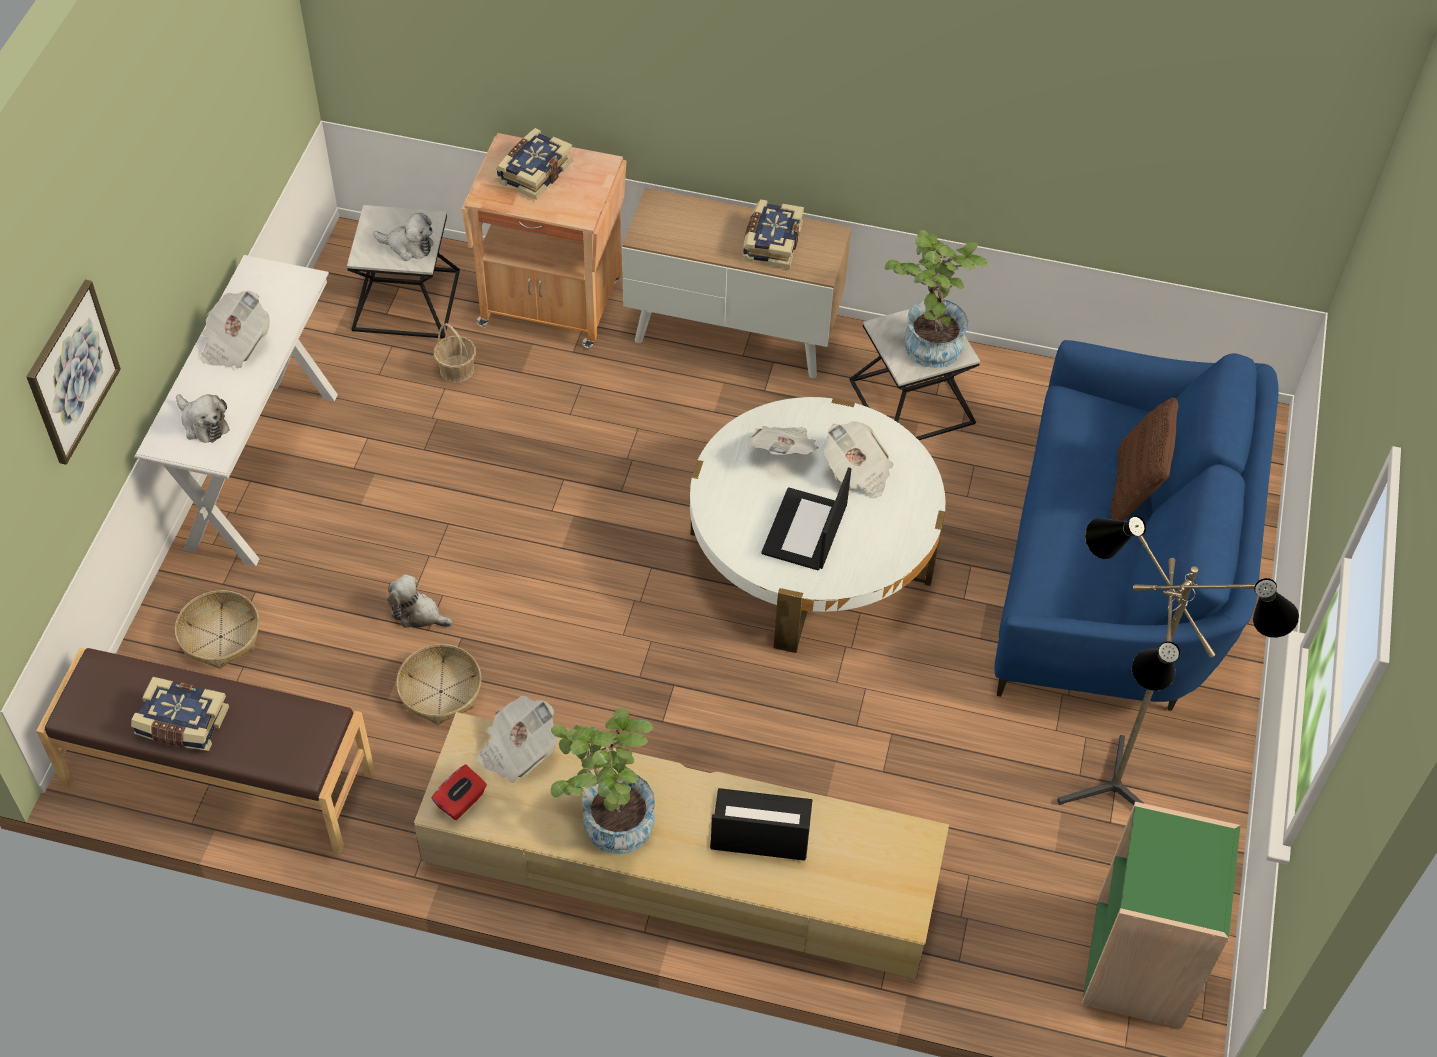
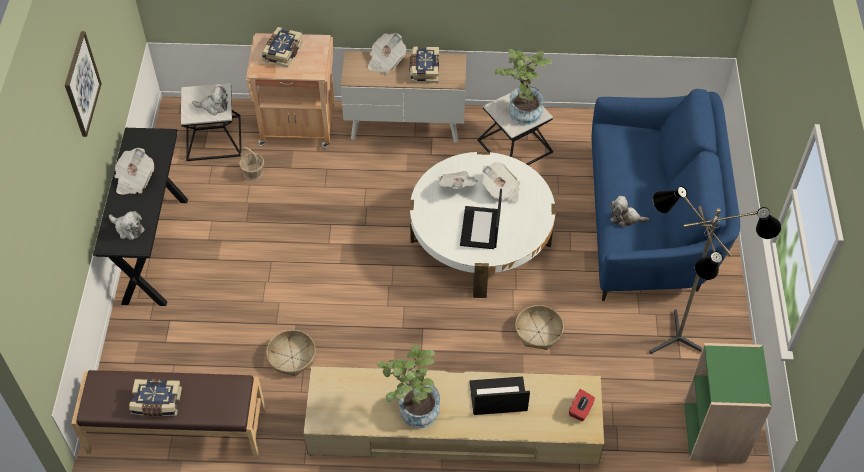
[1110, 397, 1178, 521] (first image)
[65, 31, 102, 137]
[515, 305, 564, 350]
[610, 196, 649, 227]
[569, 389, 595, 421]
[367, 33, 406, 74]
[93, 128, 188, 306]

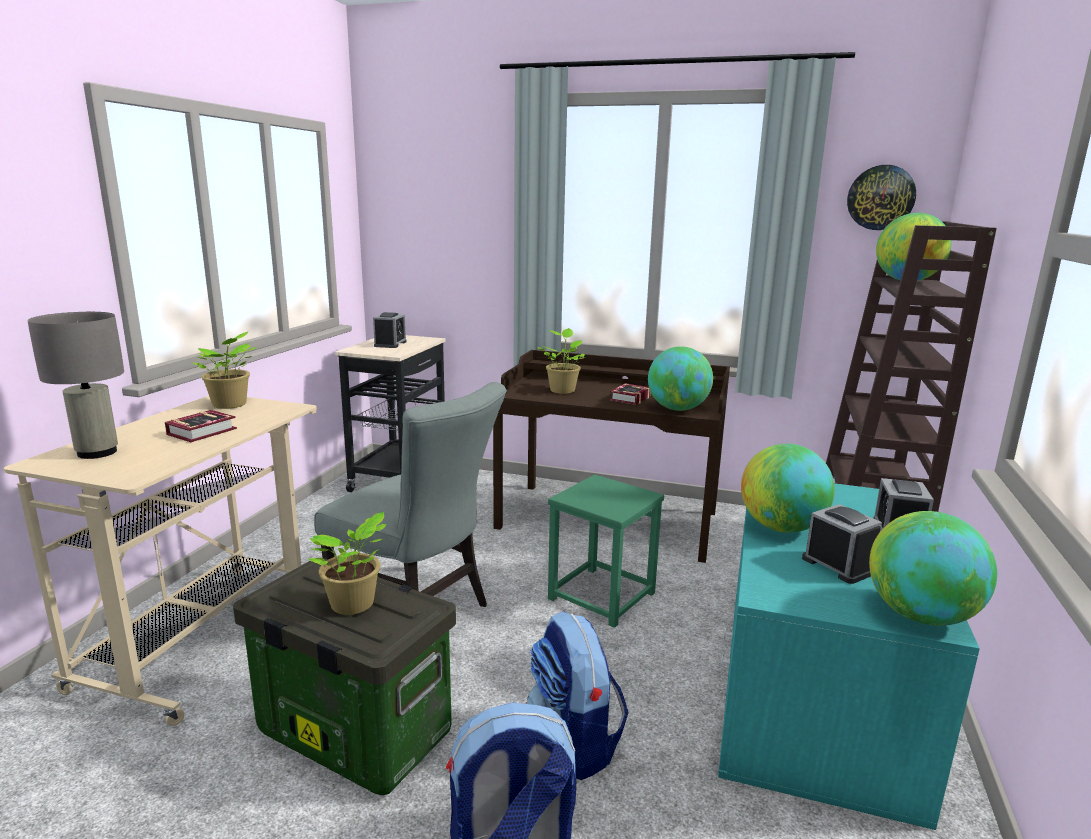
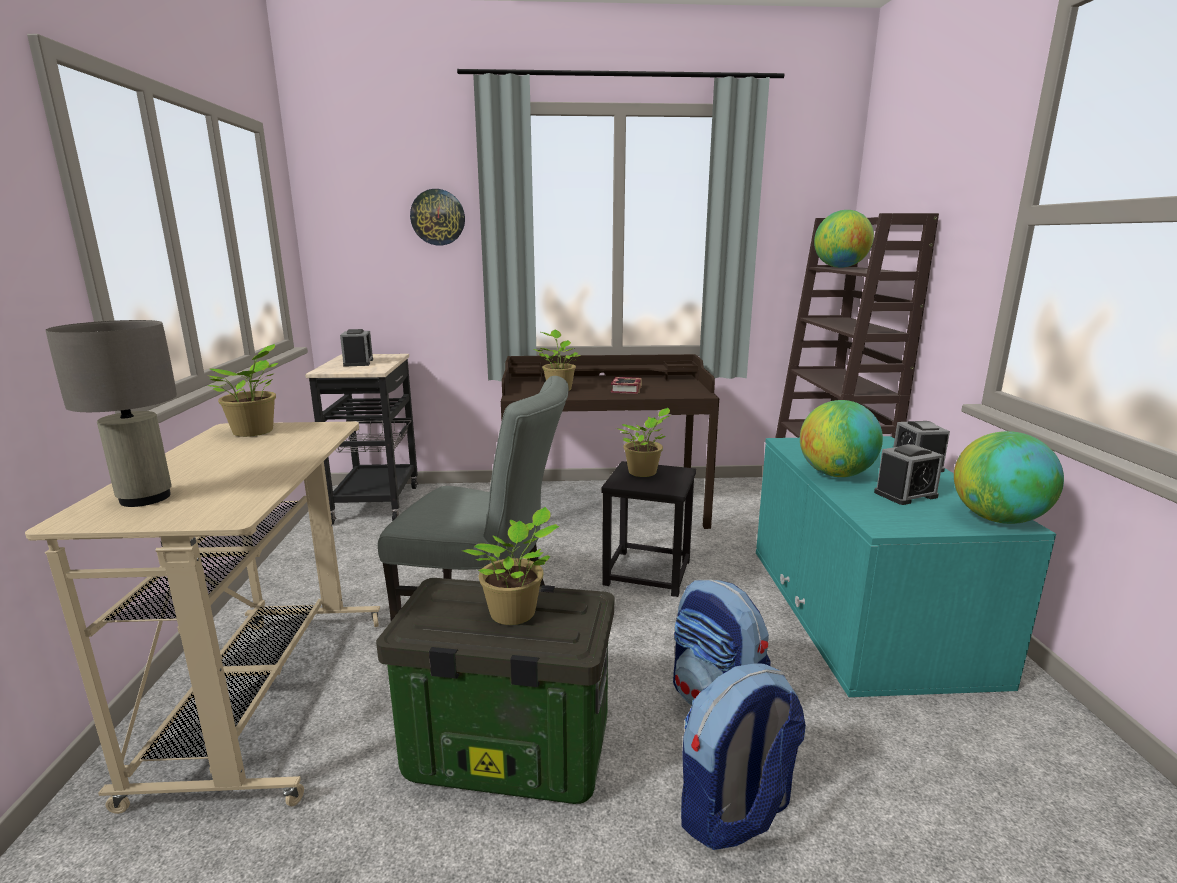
[165, 410, 237, 442] (first image)
[648, 346, 713, 411] (first image)
[616, 408, 671, 477]
[410, 189, 465, 245]
[601, 461, 696, 597]
[874, 444, 944, 505]

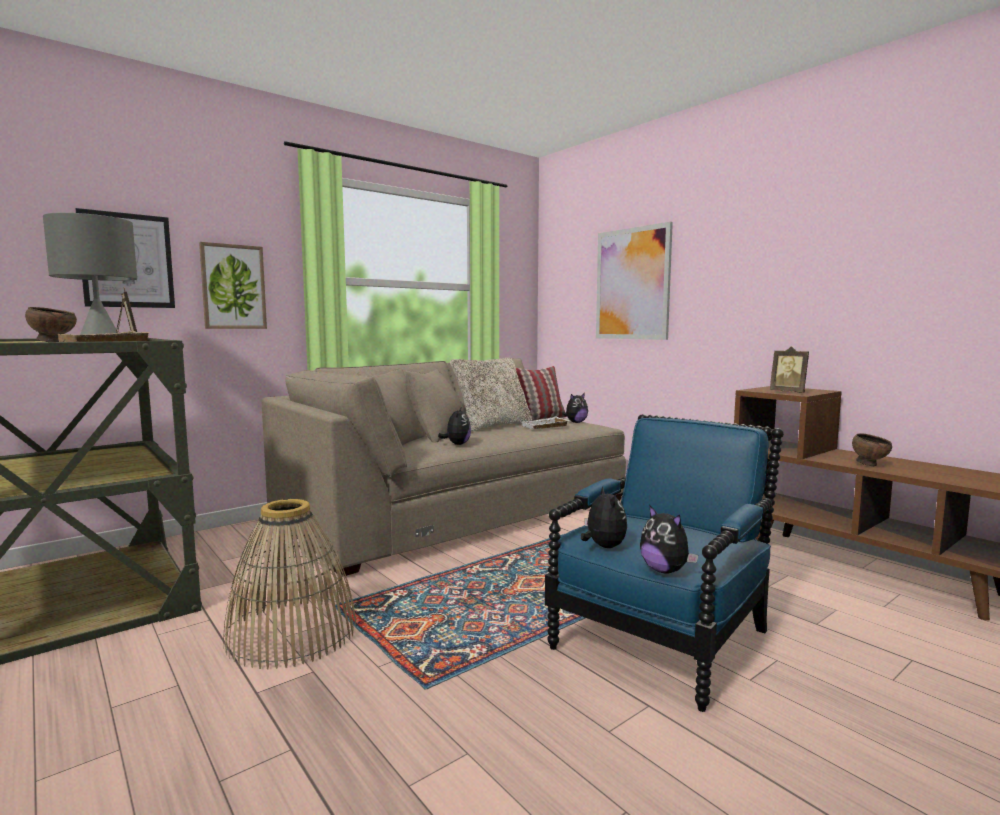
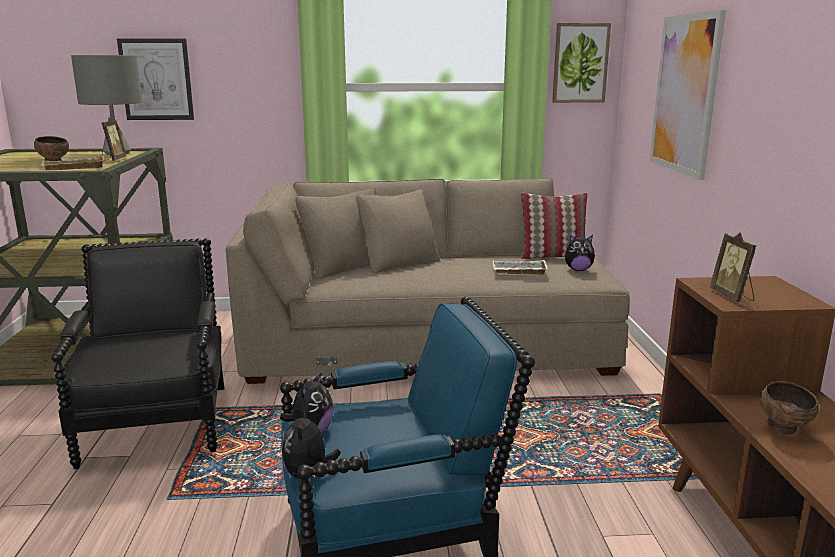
[438, 406, 471, 445] (first image)
[450, 358, 532, 431] (first image)
[552, 23, 611, 103]
[51, 238, 224, 469]

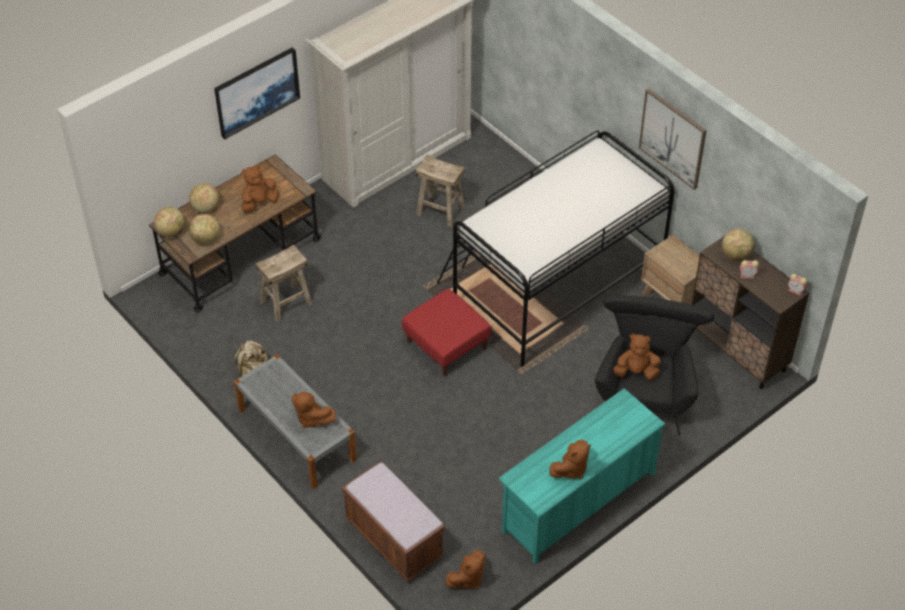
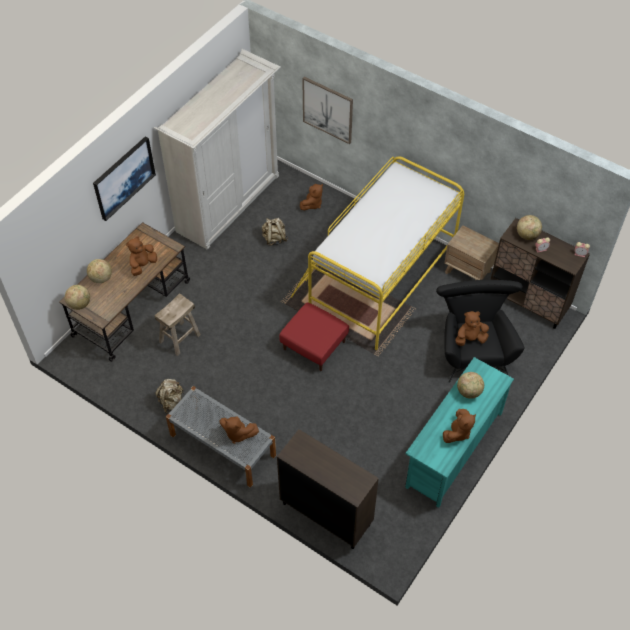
[457, 372, 484, 399]
[300, 184, 323, 210]
[302, 77, 353, 144]
[277, 429, 379, 549]
[262, 218, 288, 246]
[291, 156, 464, 350]

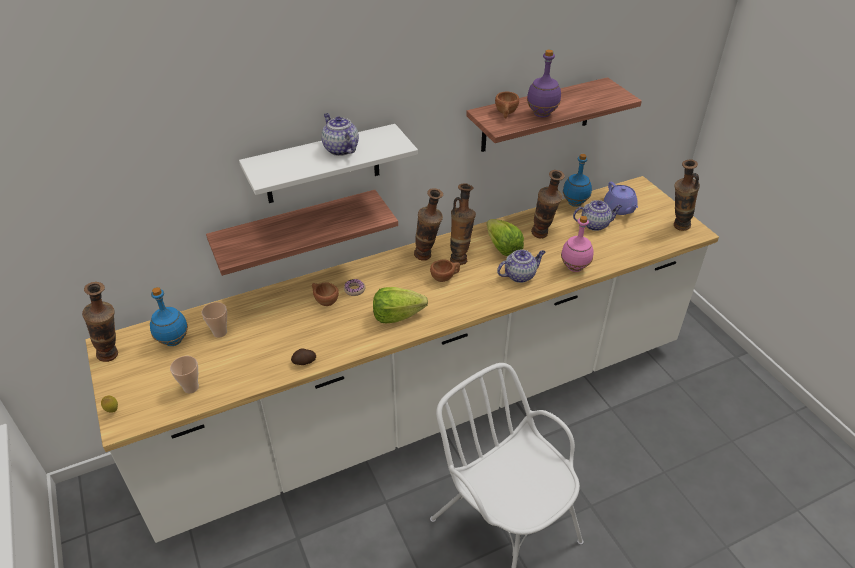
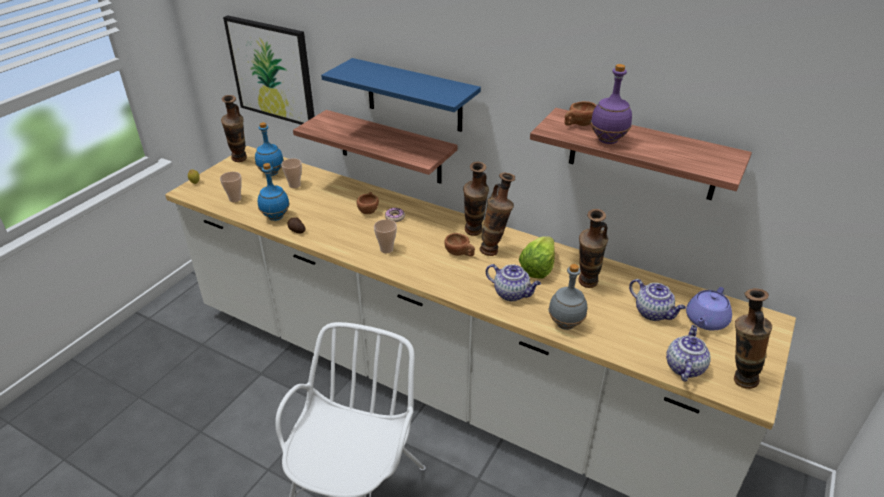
[223, 15, 315, 125]
[666, 325, 711, 381]
[258, 163, 290, 221]
[374, 219, 397, 253]
[321, 58, 481, 132]
[549, 264, 587, 330]

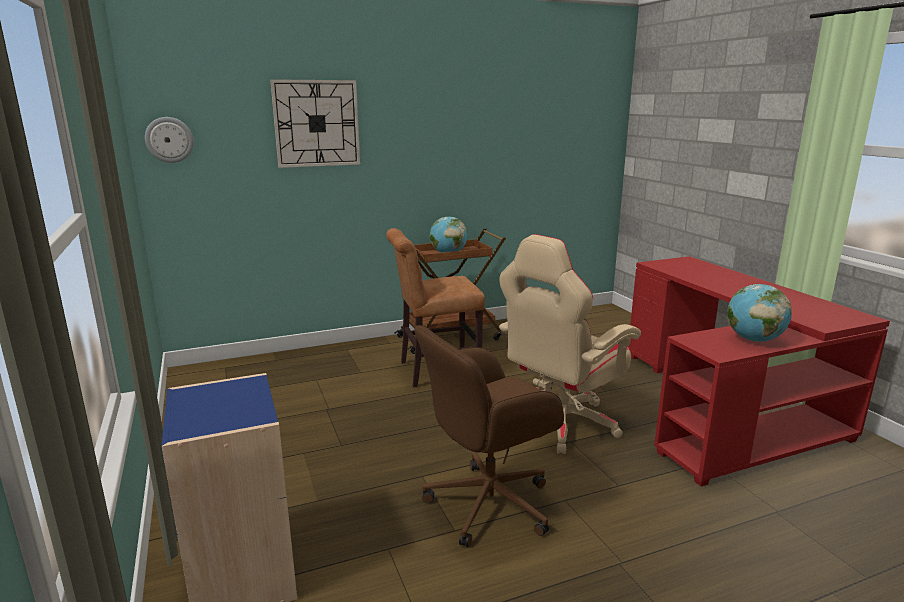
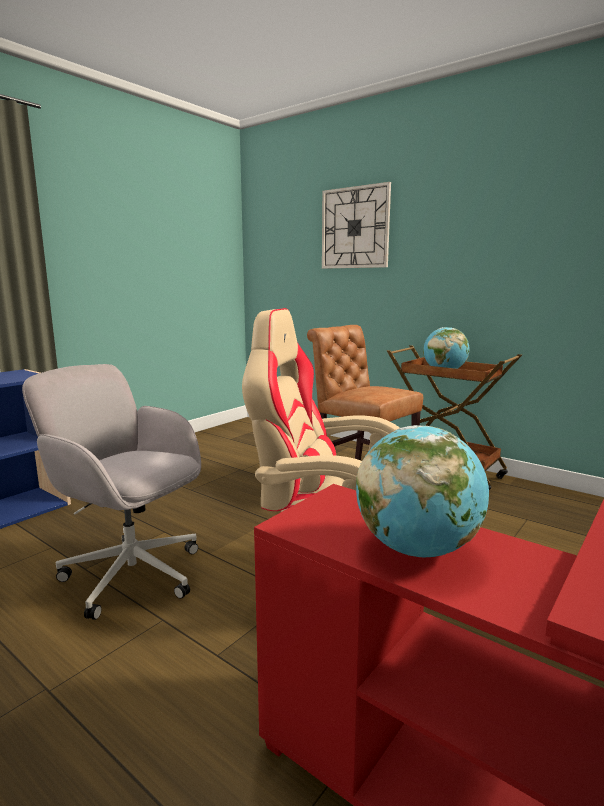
[145, 117, 194, 163] (first image)
[22, 364, 201, 620]

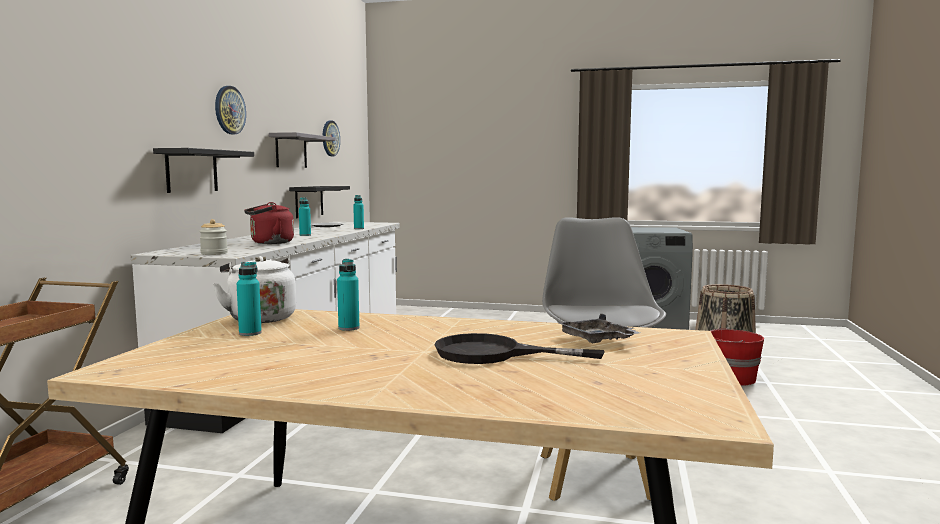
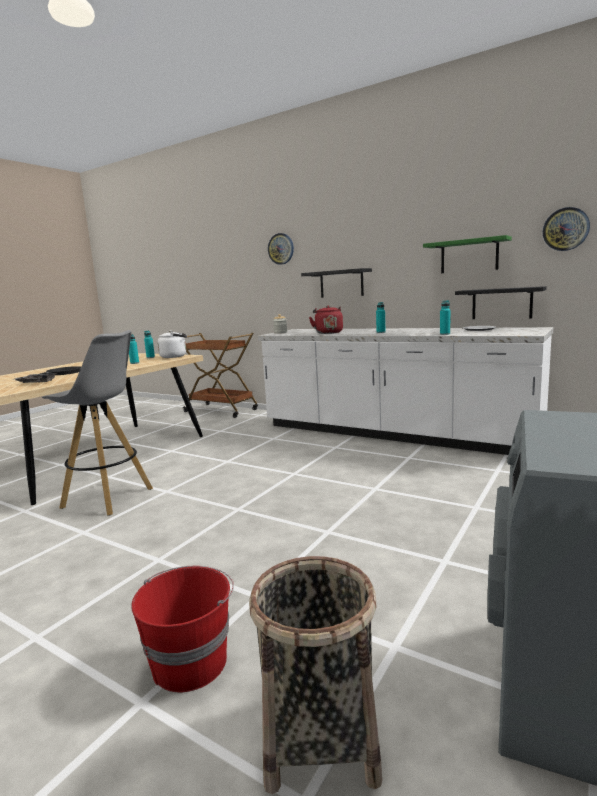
[268, 233, 294, 265]
[423, 235, 512, 273]

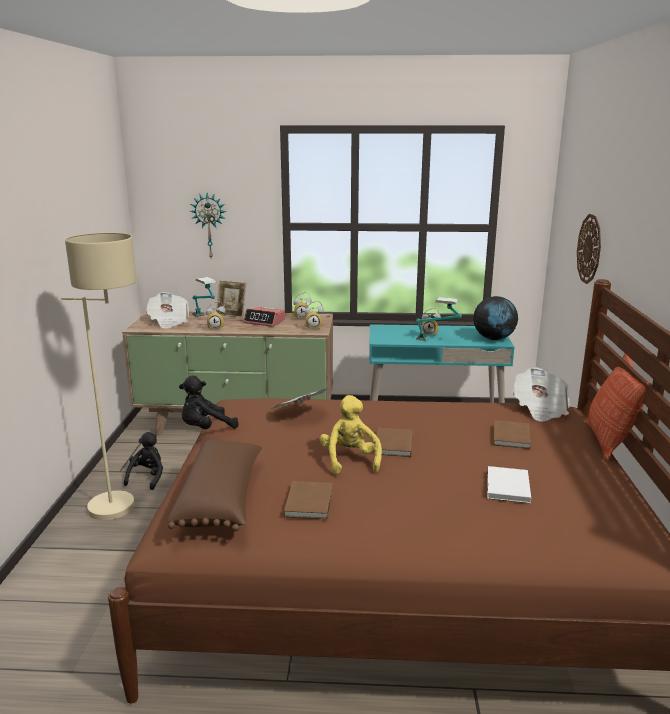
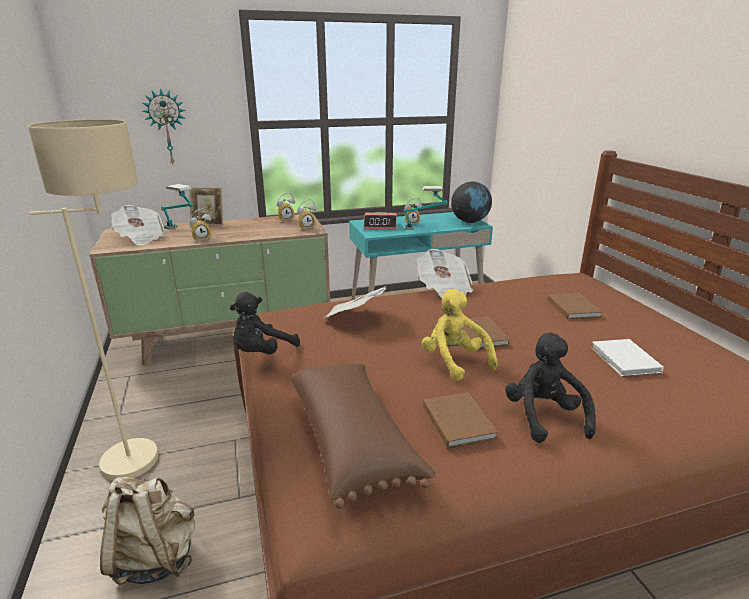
[577, 214, 601, 284] (first image)
[586, 354, 652, 461] (first image)
[100, 477, 195, 585]
[505, 333, 596, 443]
[364, 212, 397, 230]
[417, 249, 473, 298]

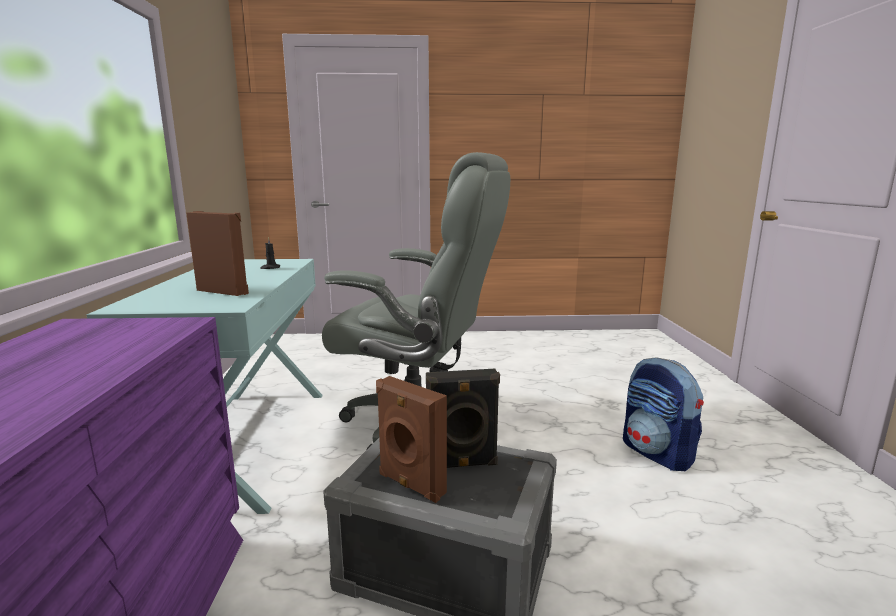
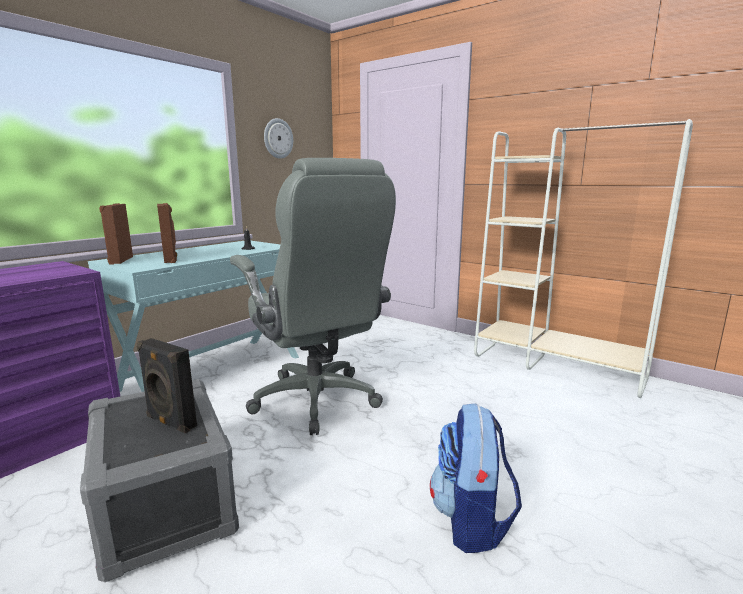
[264, 118, 293, 159]
[474, 119, 693, 398]
[99, 203, 133, 265]

